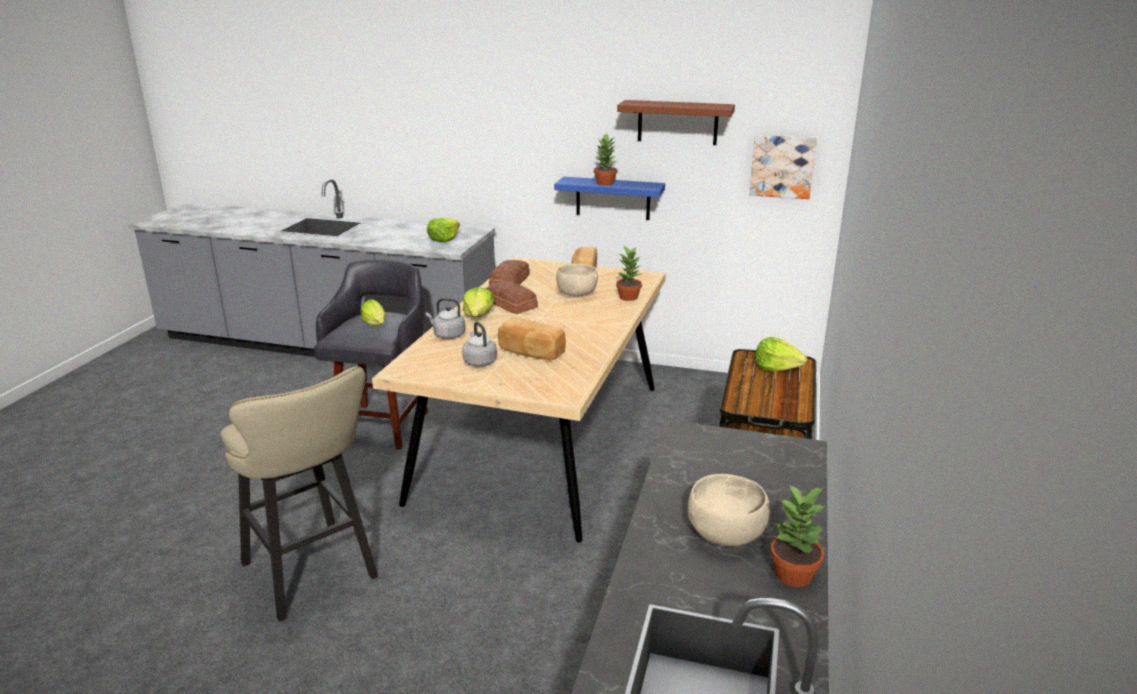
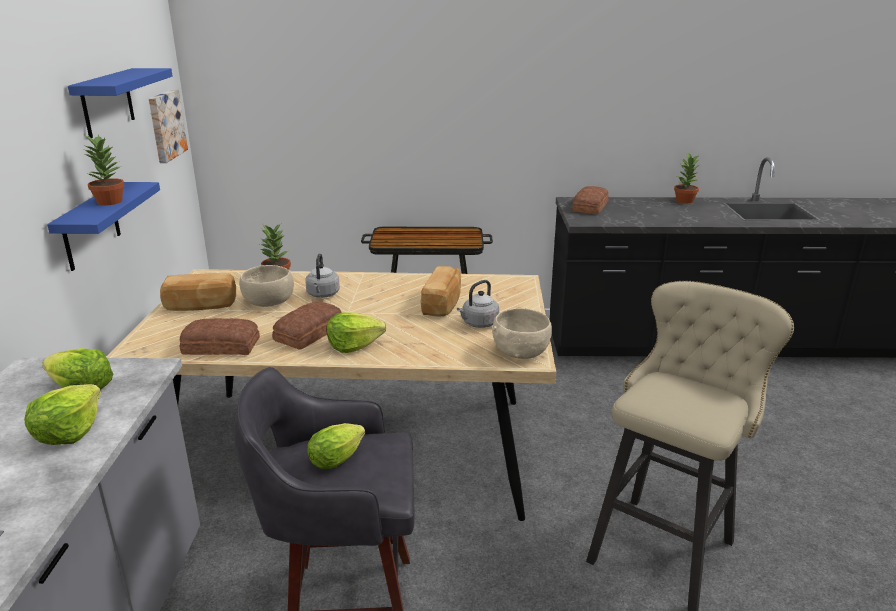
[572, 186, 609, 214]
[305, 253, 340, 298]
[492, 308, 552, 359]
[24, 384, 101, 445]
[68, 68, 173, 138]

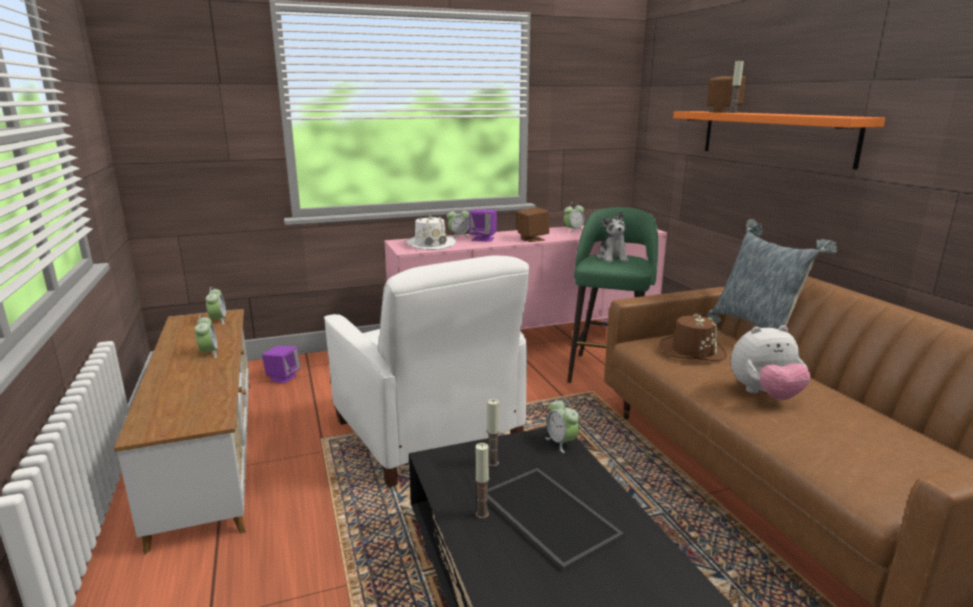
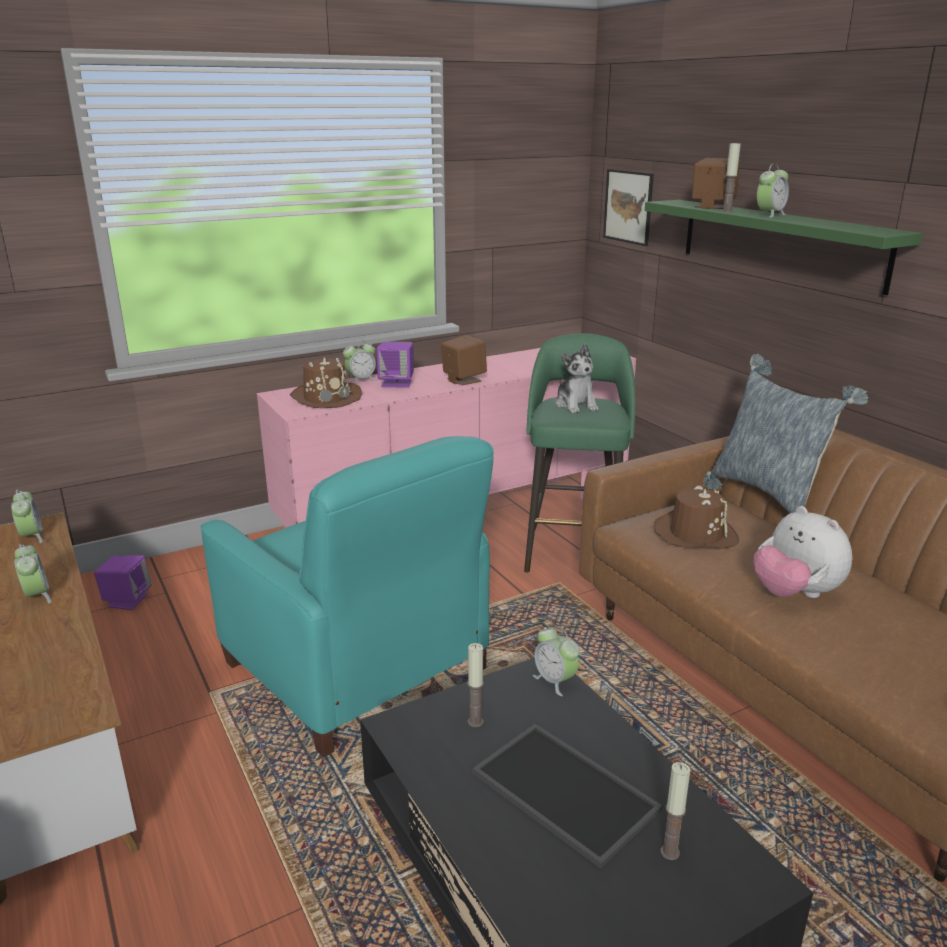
[603, 169, 654, 246]
[661, 762, 691, 860]
[757, 164, 789, 218]
[200, 436, 494, 757]
[290, 357, 362, 408]
[645, 200, 923, 295]
[753, 506, 852, 598]

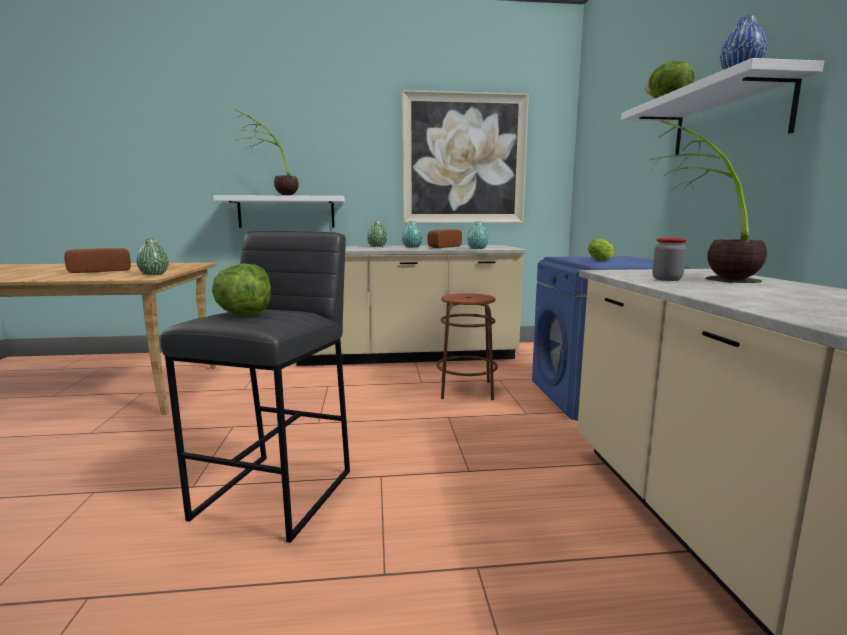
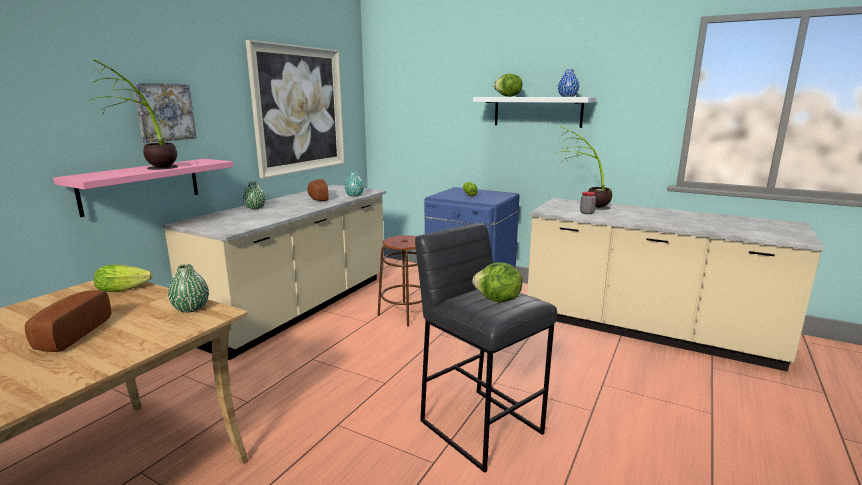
[402, 221, 423, 248] (first image)
[94, 265, 152, 292]
[133, 83, 196, 143]
[53, 159, 233, 217]

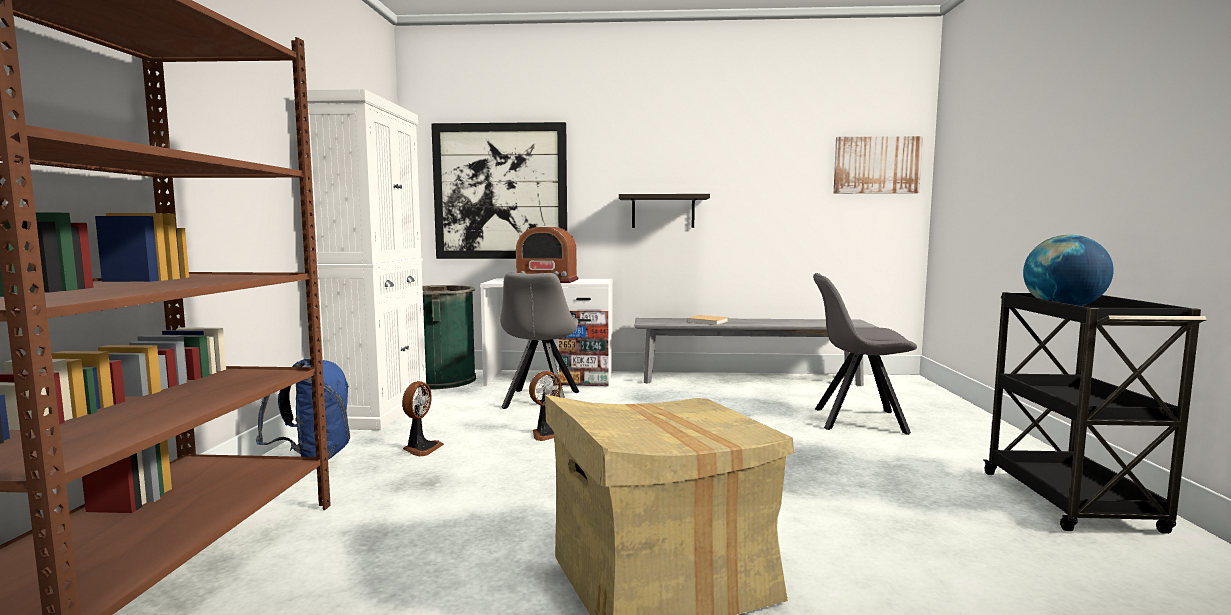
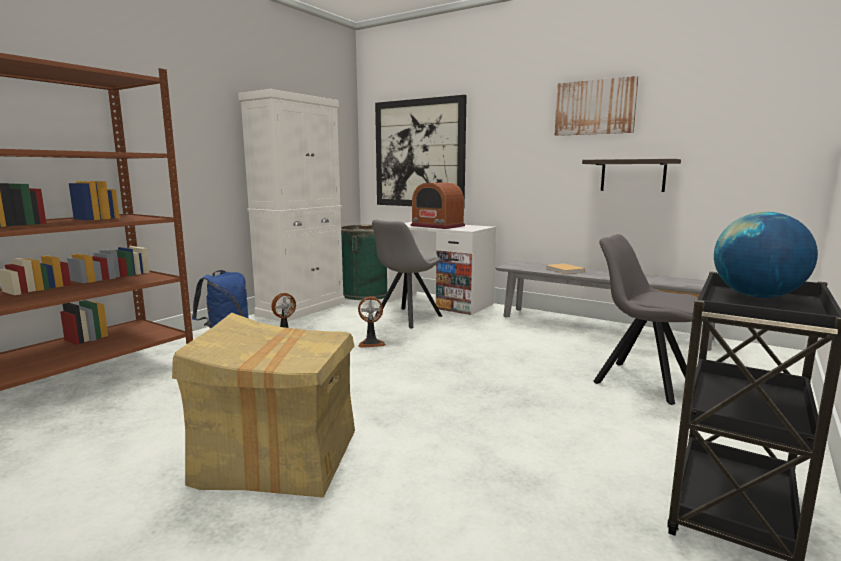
[582, 159, 681, 192]
[555, 76, 638, 136]

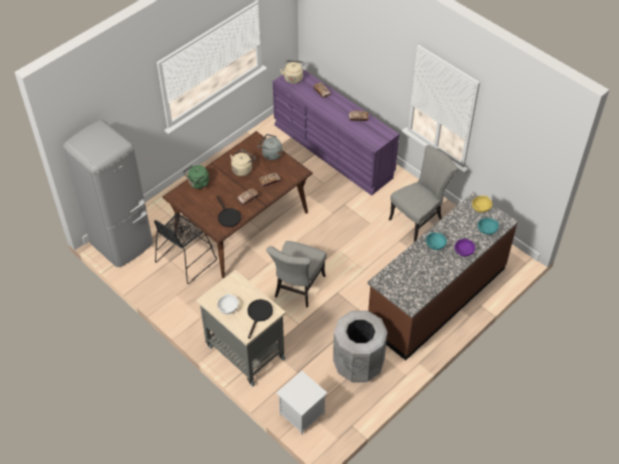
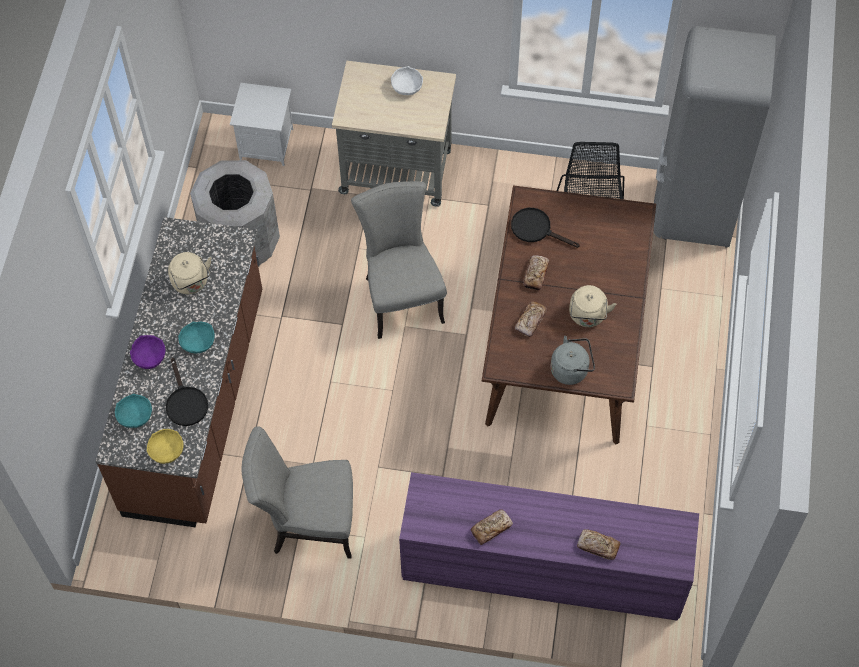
[183, 165, 209, 189] (first image)
[166, 357, 208, 426]
[168, 252, 211, 294]
[241, 426, 353, 559]

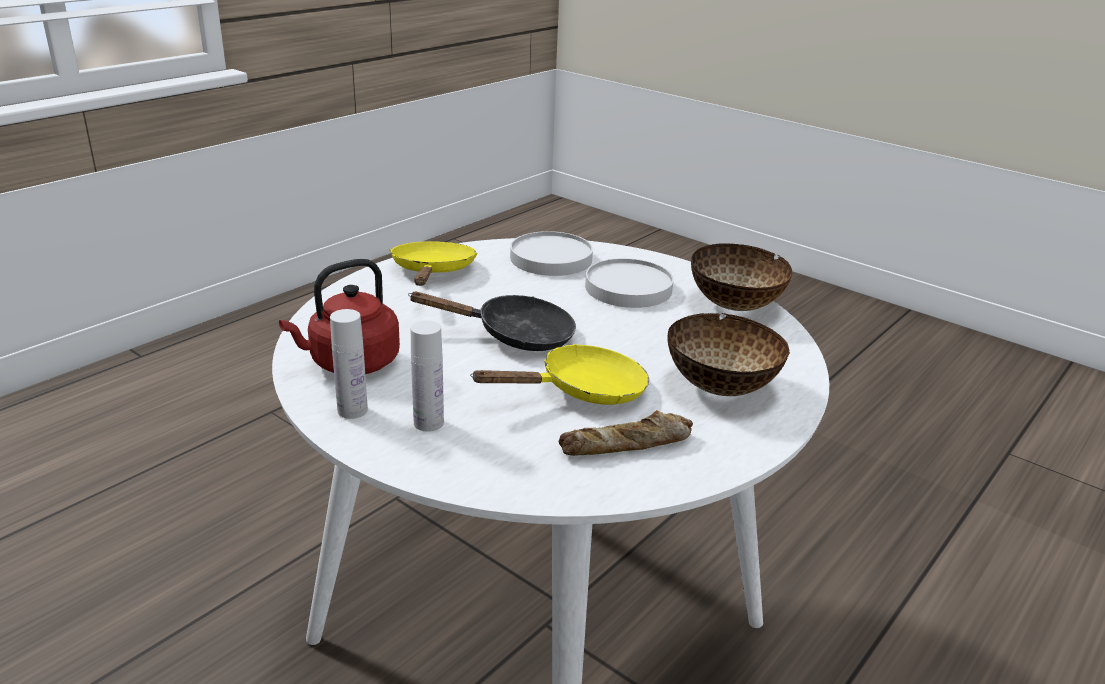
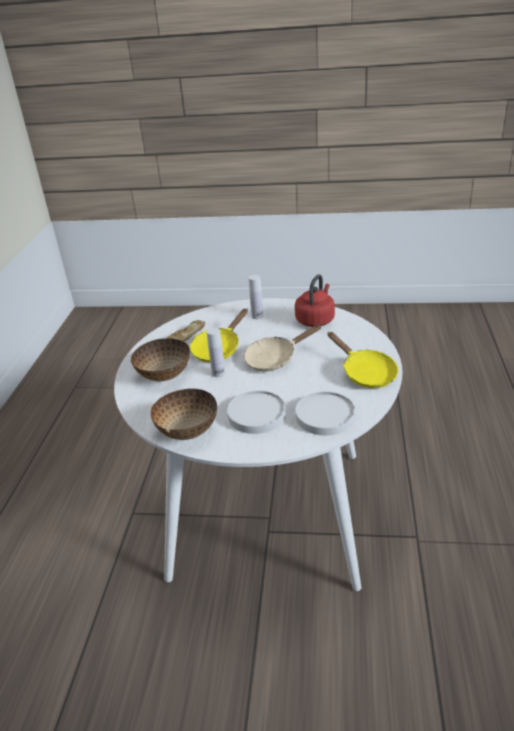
[207, 328, 225, 377]
[244, 324, 322, 372]

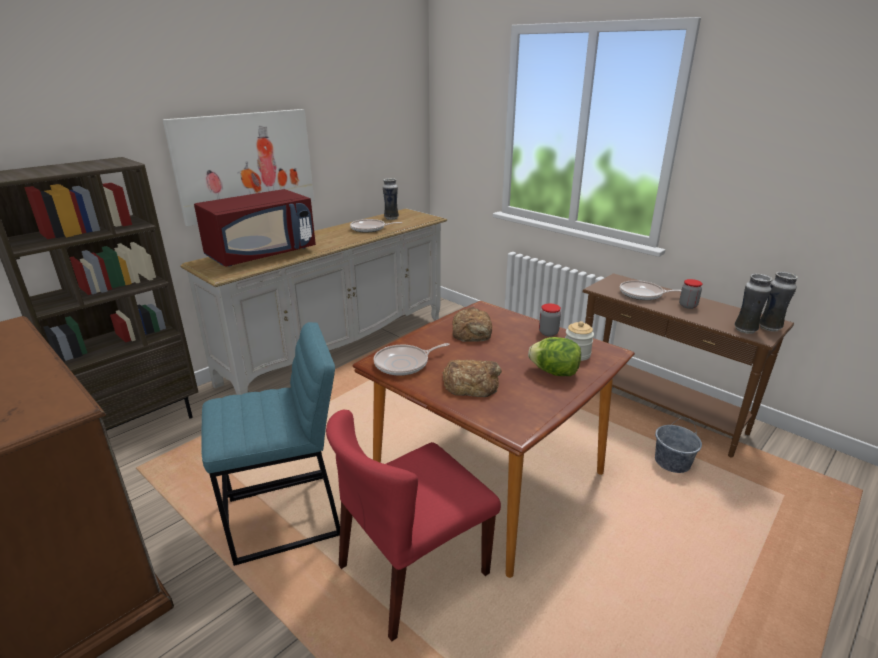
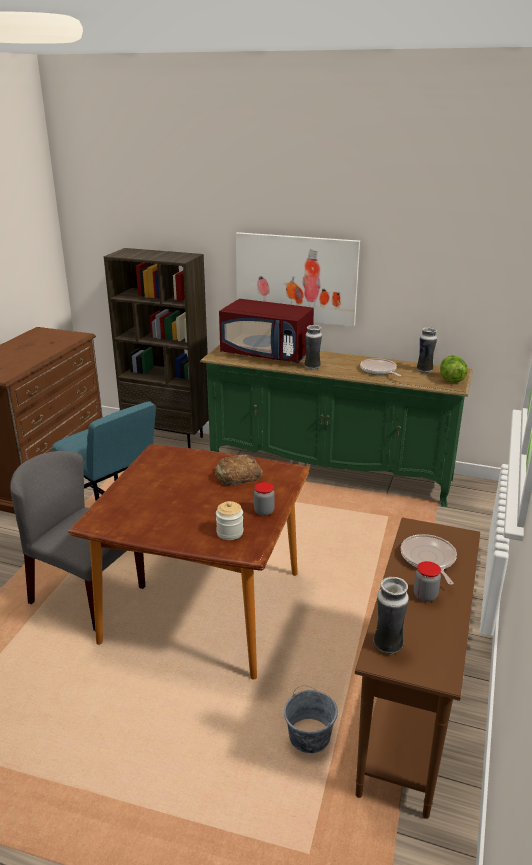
[374, 343, 449, 376] (first image)
[442, 360, 502, 397] (first image)
[440, 355, 468, 383]
[304, 325, 322, 370]
[200, 344, 473, 507]
[10, 451, 145, 631]

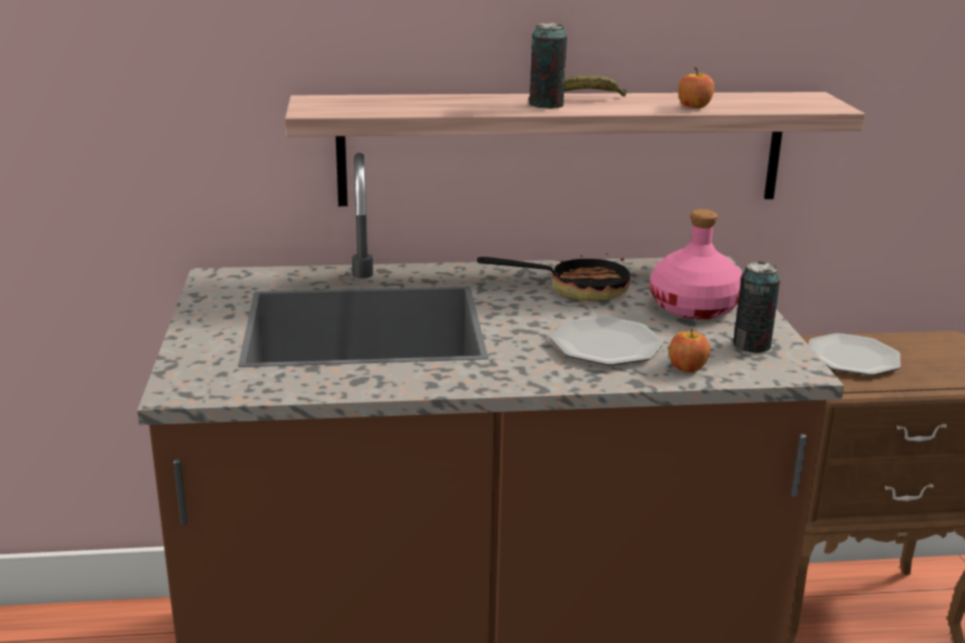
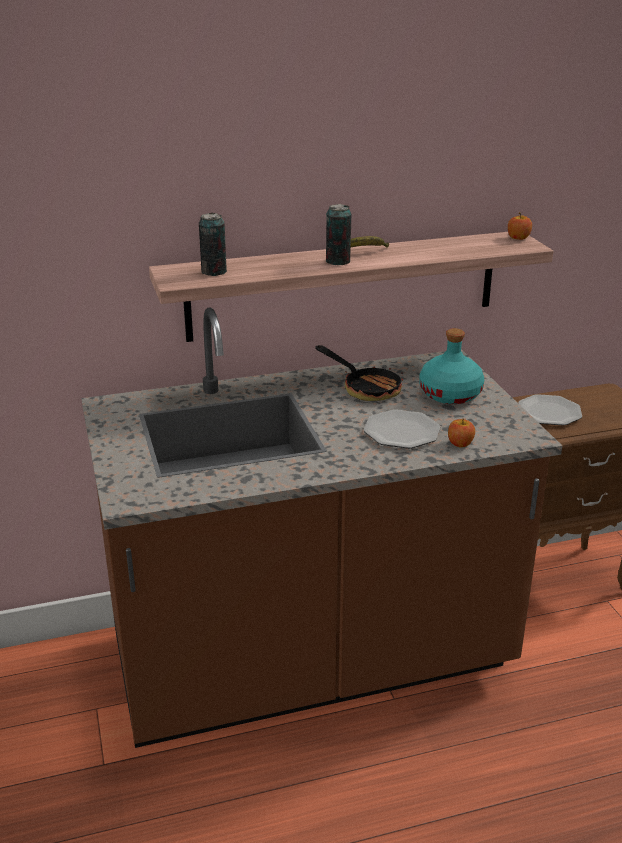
[508, 212, 532, 240]
[199, 213, 227, 276]
[419, 328, 484, 404]
[315, 345, 403, 401]

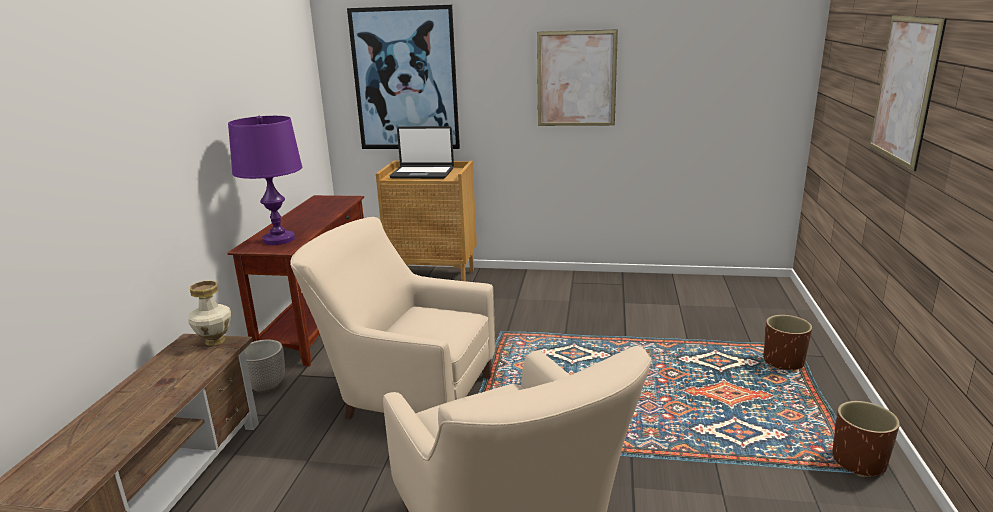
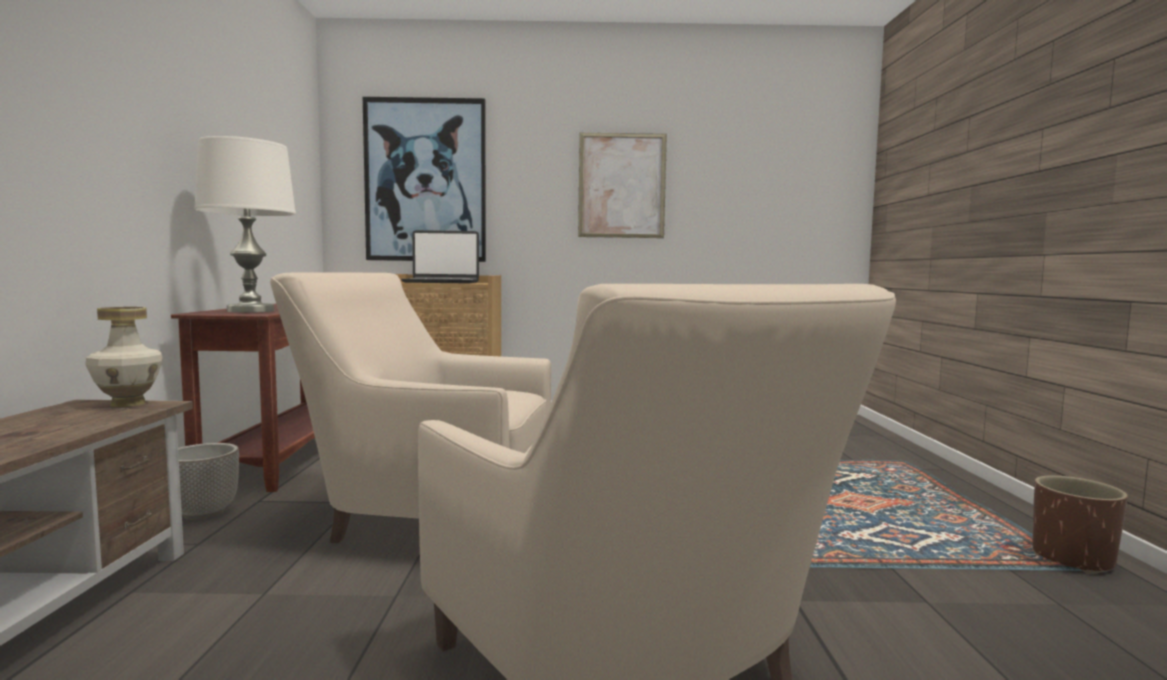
[763, 315, 812, 370] (first image)
[869, 15, 947, 171] (first image)
[194, 136, 296, 313]

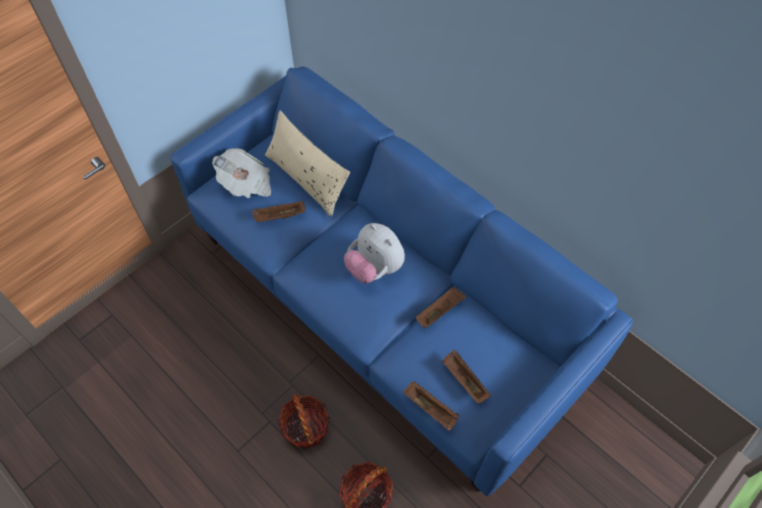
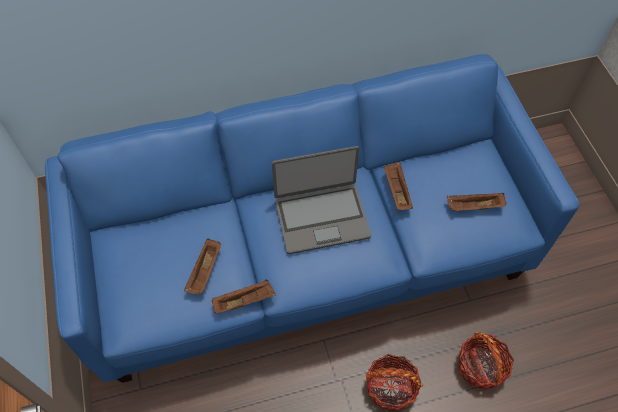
[212, 148, 271, 198] (first image)
[265, 110, 350, 217] (first image)
[212, 279, 276, 314]
[272, 146, 371, 254]

